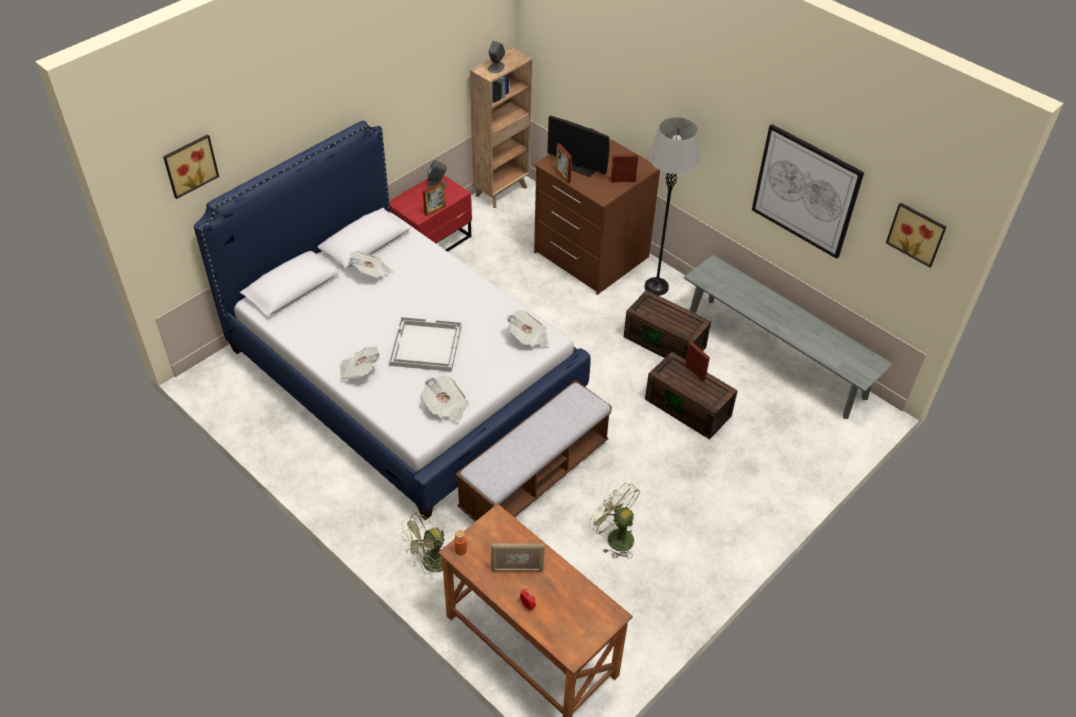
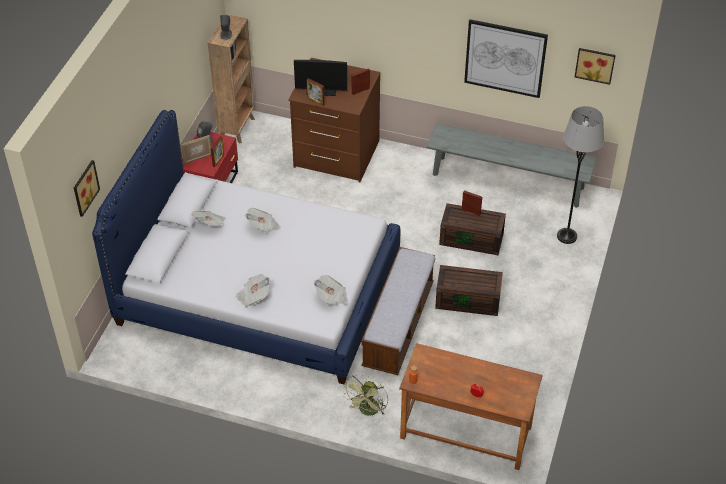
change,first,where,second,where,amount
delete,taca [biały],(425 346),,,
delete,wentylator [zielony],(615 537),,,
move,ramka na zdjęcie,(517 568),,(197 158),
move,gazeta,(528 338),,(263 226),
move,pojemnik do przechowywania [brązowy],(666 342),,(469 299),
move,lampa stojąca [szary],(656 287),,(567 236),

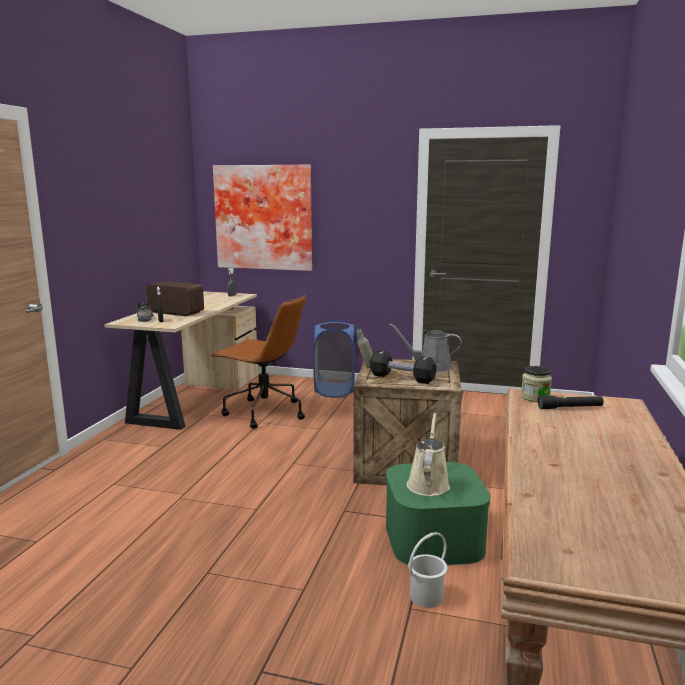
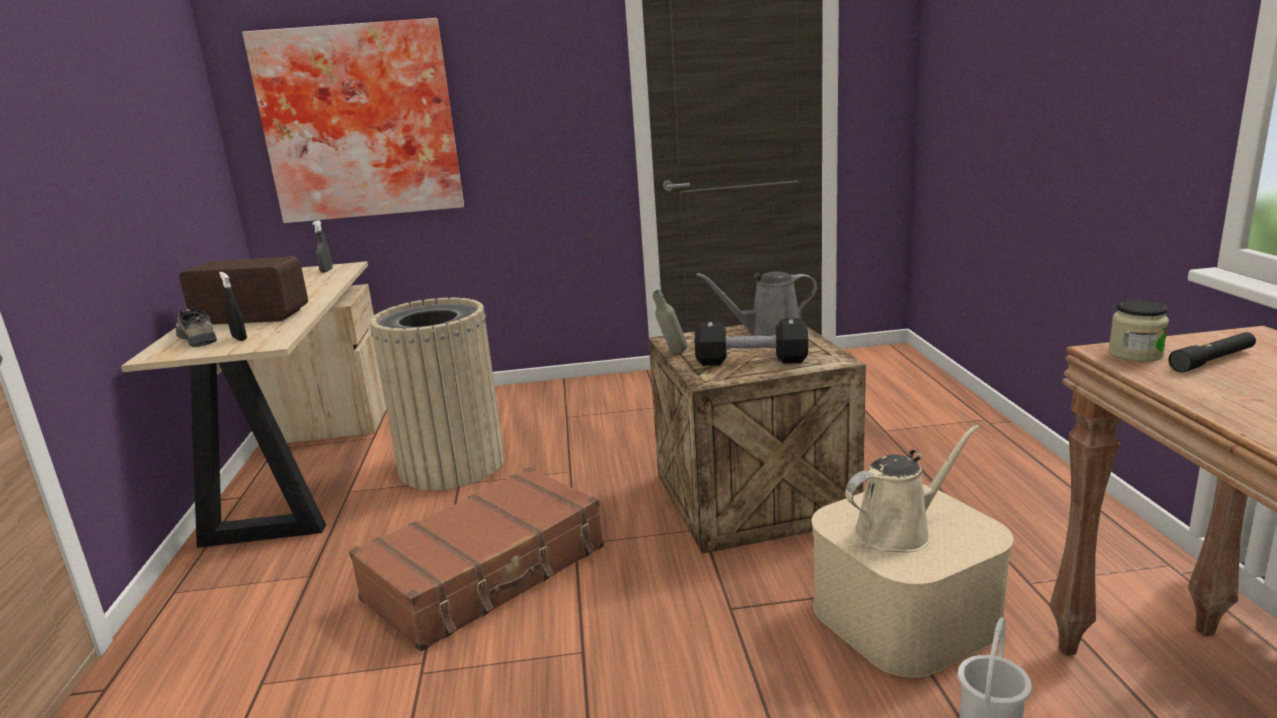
change,first,where,second,where,amount
delete,kosz na pranie [niebieski],(334 390),,,
insert,,,walizka [brązowy],(487 574),
replace,krzesło biurowe [brązowy],(263 413),kosz na śmieci [beżowy],(452 465),
recolor,pojemnik do przechowywania [zielony],(433 538),pojemnik do przechowywania [beżowy],(904 615),
rotate,konewka [beżowy],(428 483),,(899 531),75 degrees clockwise

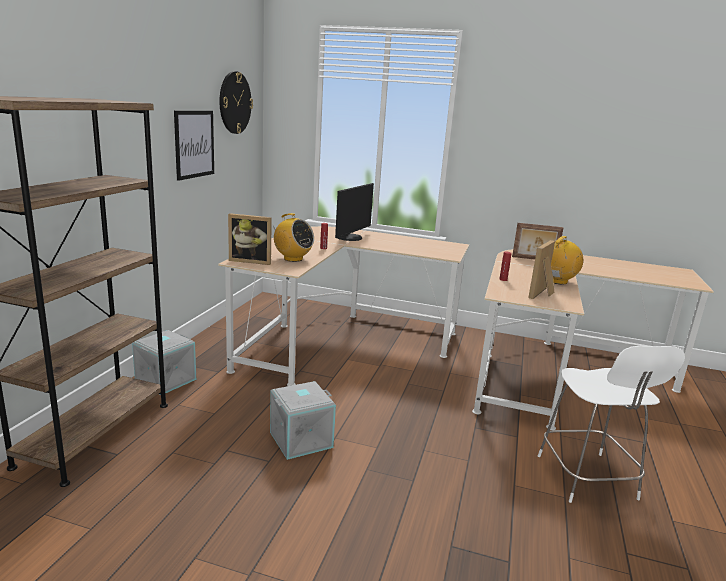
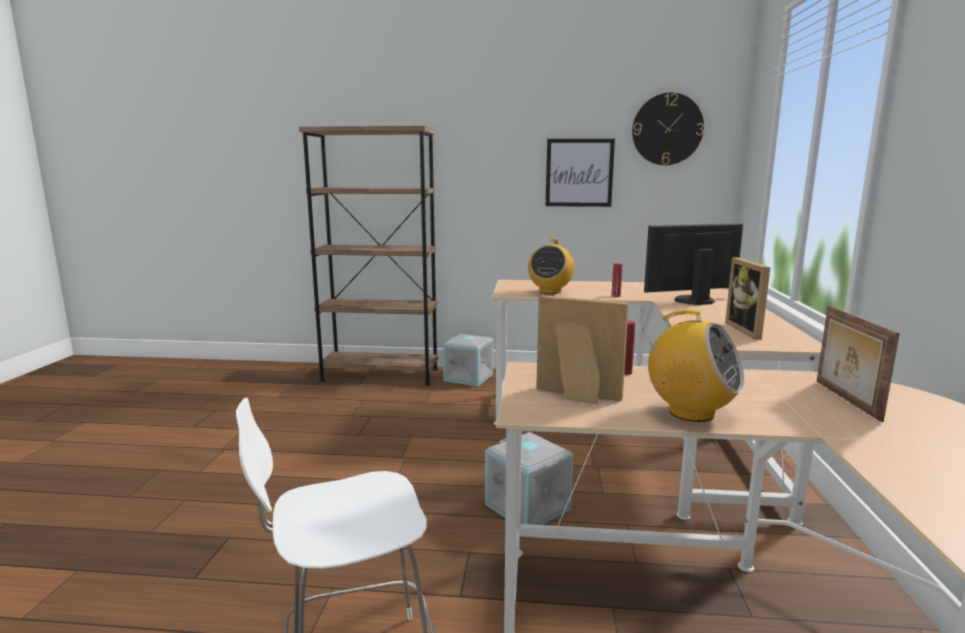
change,first,where,second,where,amount
move,ramka na zdjęcie,(251 261),,(749 330),
move,pojemnik do przechowywania [szary],(301 439),,(529 506),
rotate,monitor,(350 238),,(693 300),150 degrees clockwise

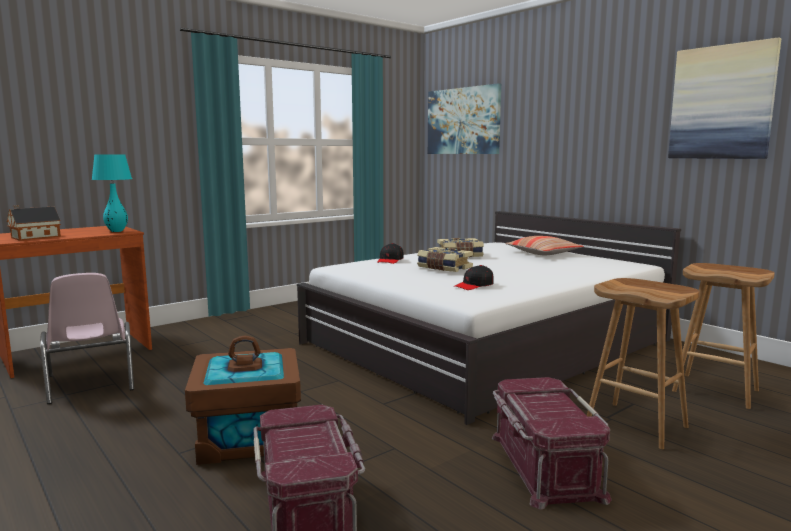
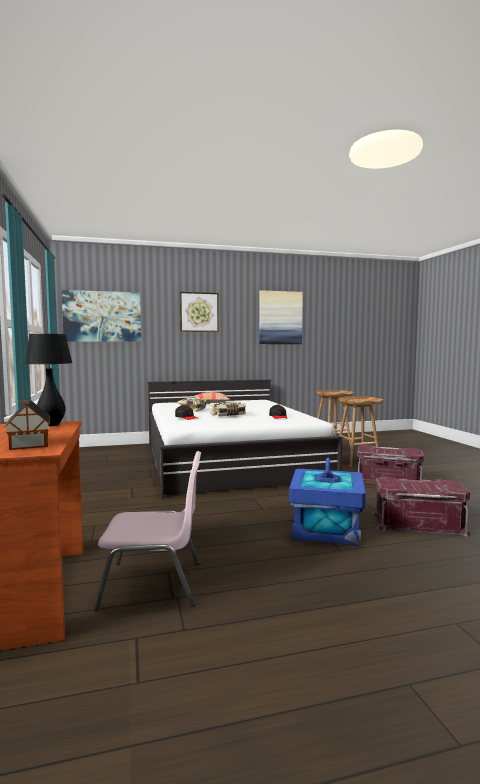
change,first,where,second,where,amount
insert,,,obraz,(199 312),
recolor,lampa stołowa [turkusowy],(117 231),lampa stołowa [czarny],(52 425),
recolor,pojemnik do przechowywania [brązowy],(248 437),pojemnik do przechowywania [niebieski],(327 529),

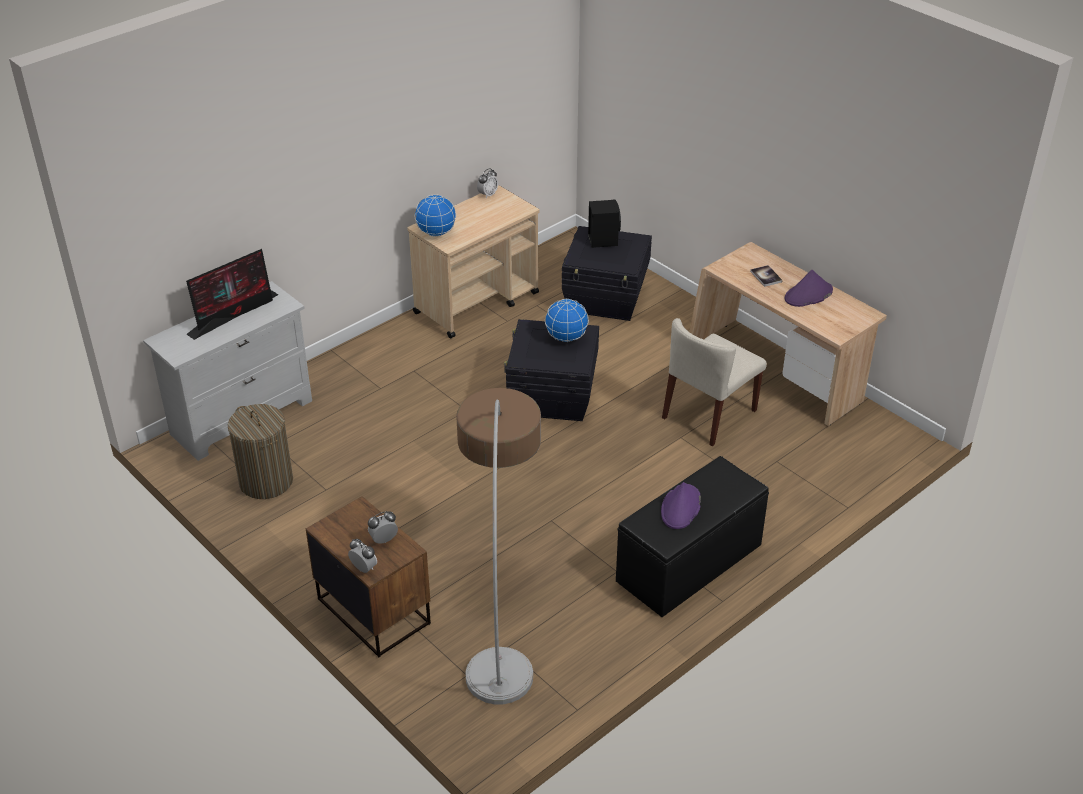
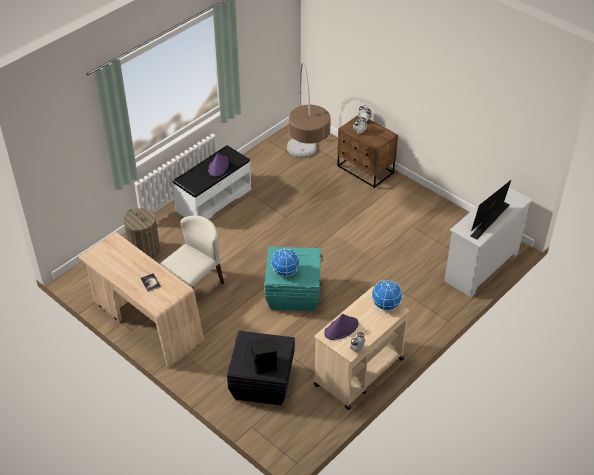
change,first,where,second,where,amount
move,kosz na pranie,(266 481),,(144 251),
move,kapelusz [fioletowy],(808 295),,(341 328),
recolor,pojemnik do przechowywania [czarny],(552 397),pojemnik do przechowywania [turkusowy],(293 293),
recolor,ławka [czarny],(690 563),ławka [biały],(213 200),

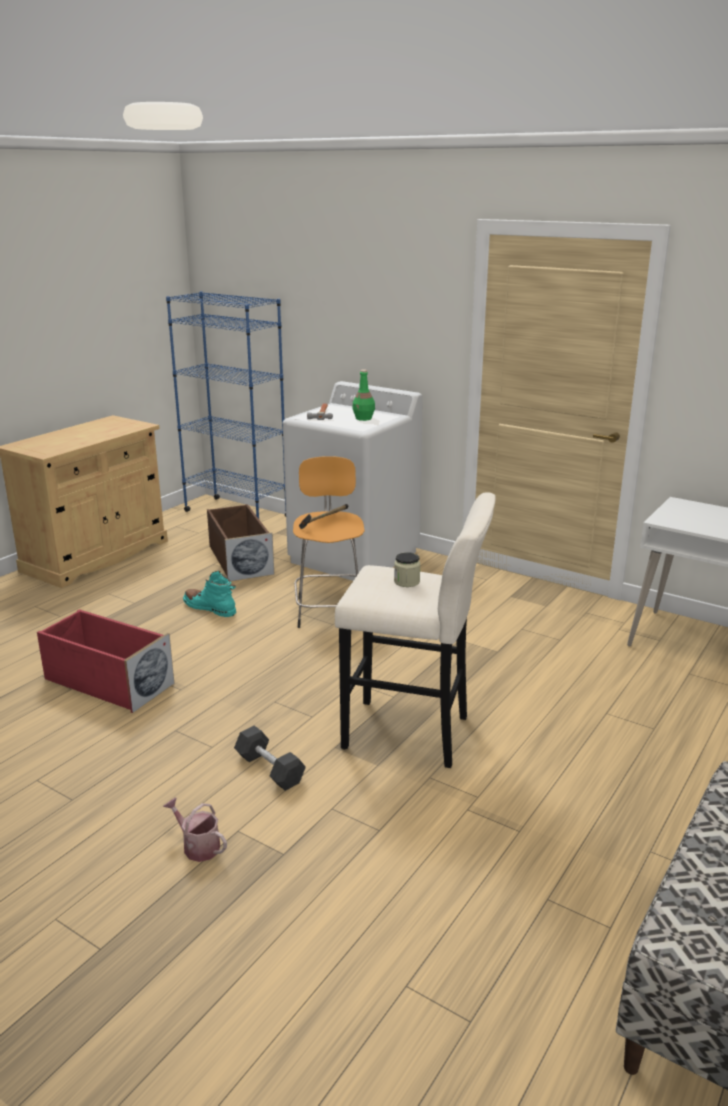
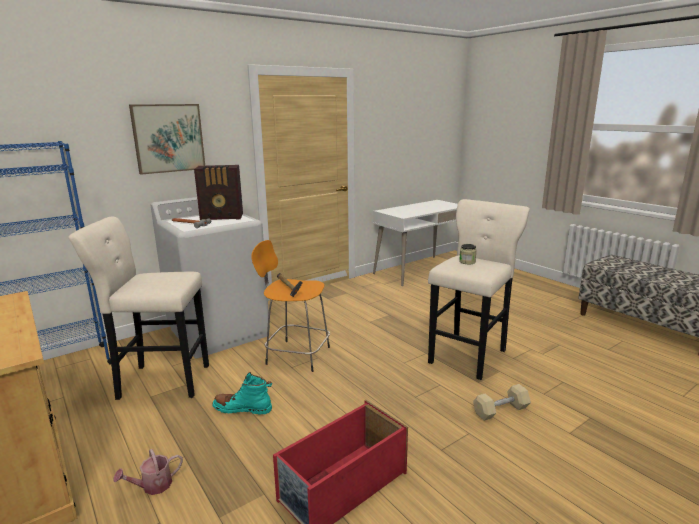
change,first,where,second,where,amount
insert,,,obraz,(168 138),
move,konewka,(198 846),,(152 486),
replace,pojemnik do przechowywania [brązowy],(239 560),stołek [beżowy],(160 381),
replace,butelka [zielony],(364 418),radio,(223 217),
recolor,hantel [czarny],(269 769),hantel [beżowy],(500 410),
rotate,but z cholewką [turkusowy],(210 608),,(243 409),45 degrees clockwise

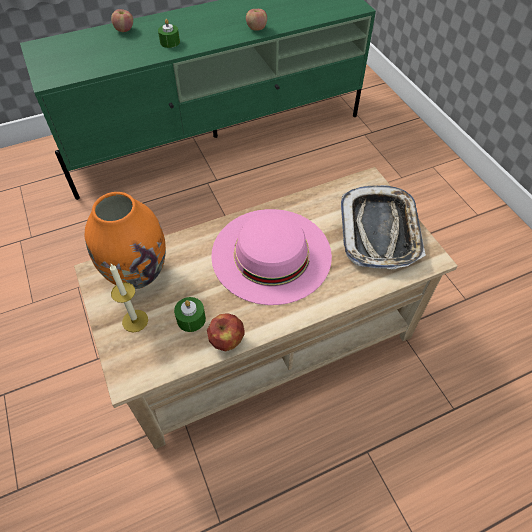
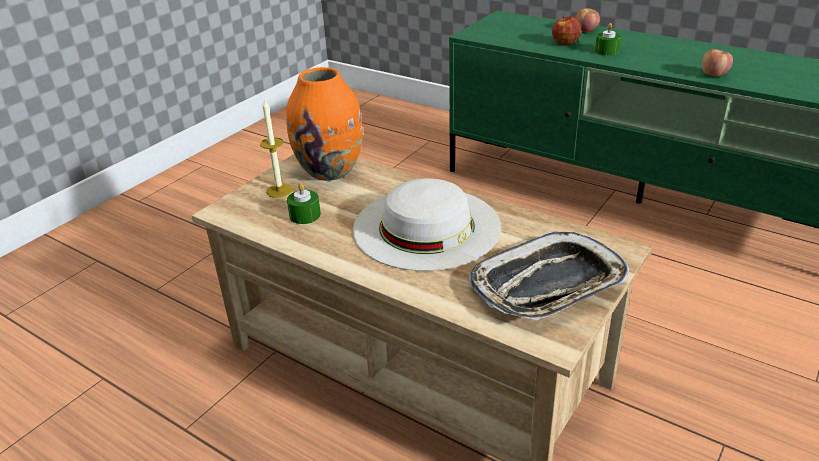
change,first,where,second,where,amount
move,jabłko,(227 340),,(565 43),
recolor,kapelusz [różowy],(271 254),kapelusz [biały],(427 227),

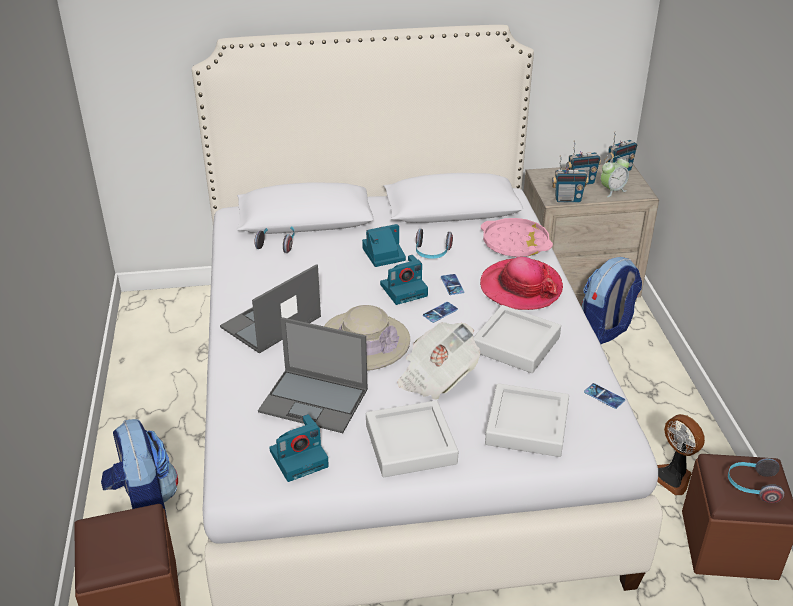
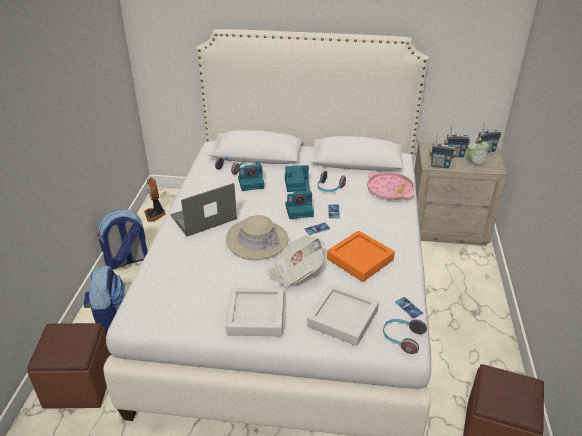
change,first,where,second,where,amount
delete,laptop,(315 400),,,
delete,kapelusz,(520 287),,,
move,aparat fotograficzny,(300 458),,(251 183),
move,plecak,(605 331),,(126 260),
move,wentylator,(672 476),,(155 214),
move,słuchawki,(752 486),,(402 338),
recolor,taca [szary],(515 344),taca [pomarańczowy],(360 259),

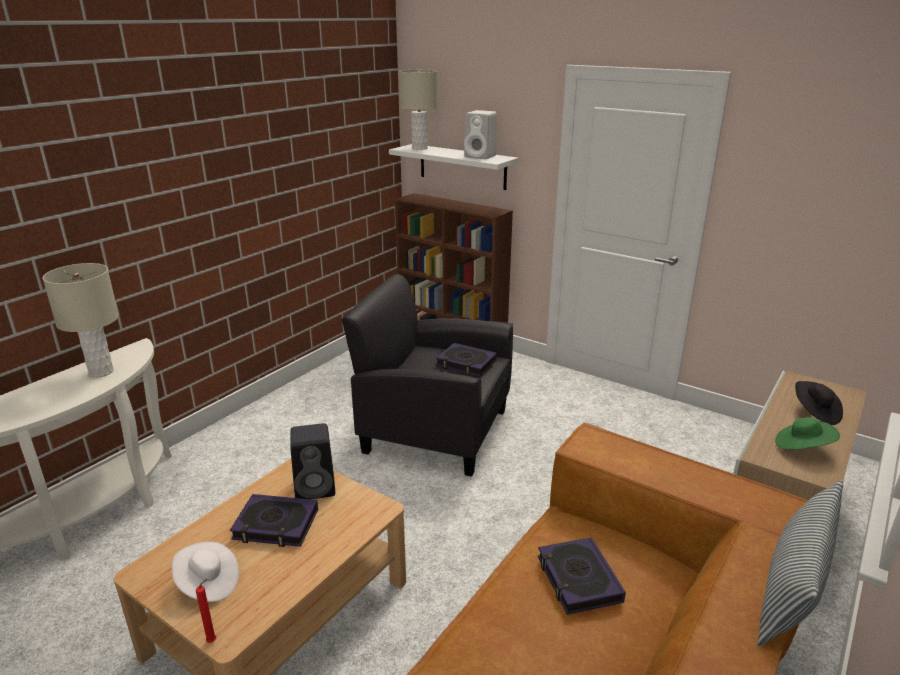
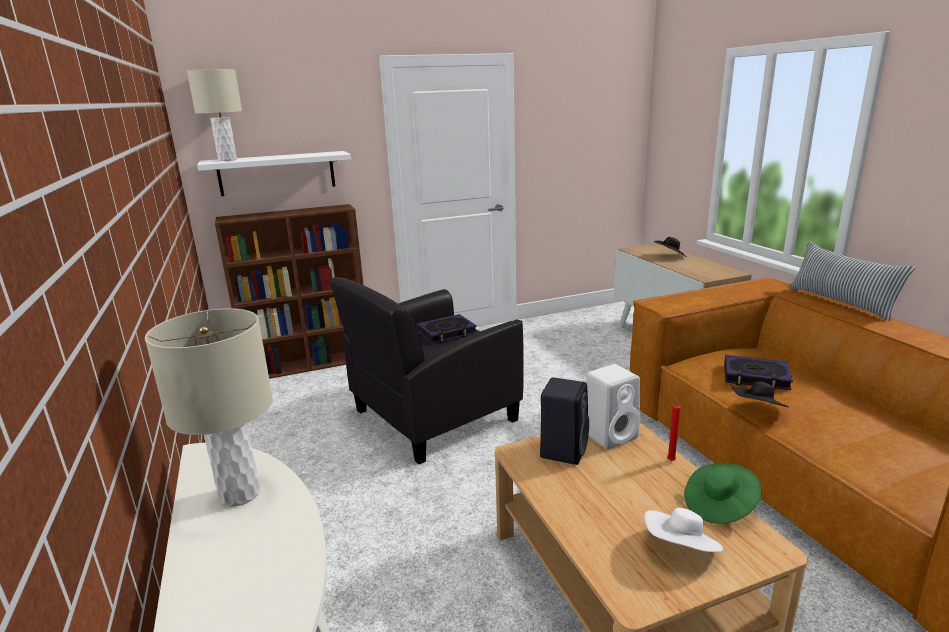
change,first,where,second,where,amount
delete,książka,(276 525),,,
insert,,,kapelusz [czarny],(758 410),
move,świeca [czerwony],(213 641),,(670 460),
move,głośnik [biały],(481 156),,(611 435),
move,kapelusz [zielony],(802 447),,(719 506),

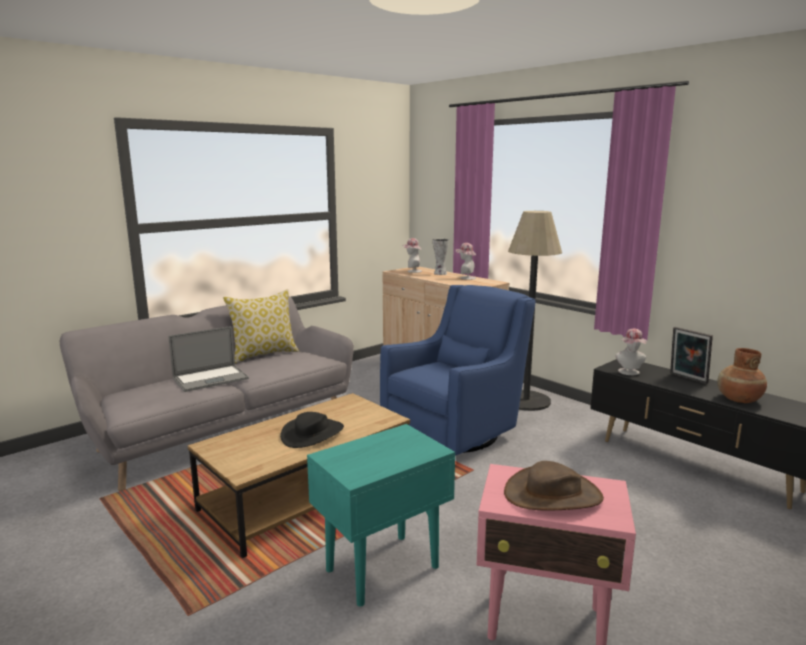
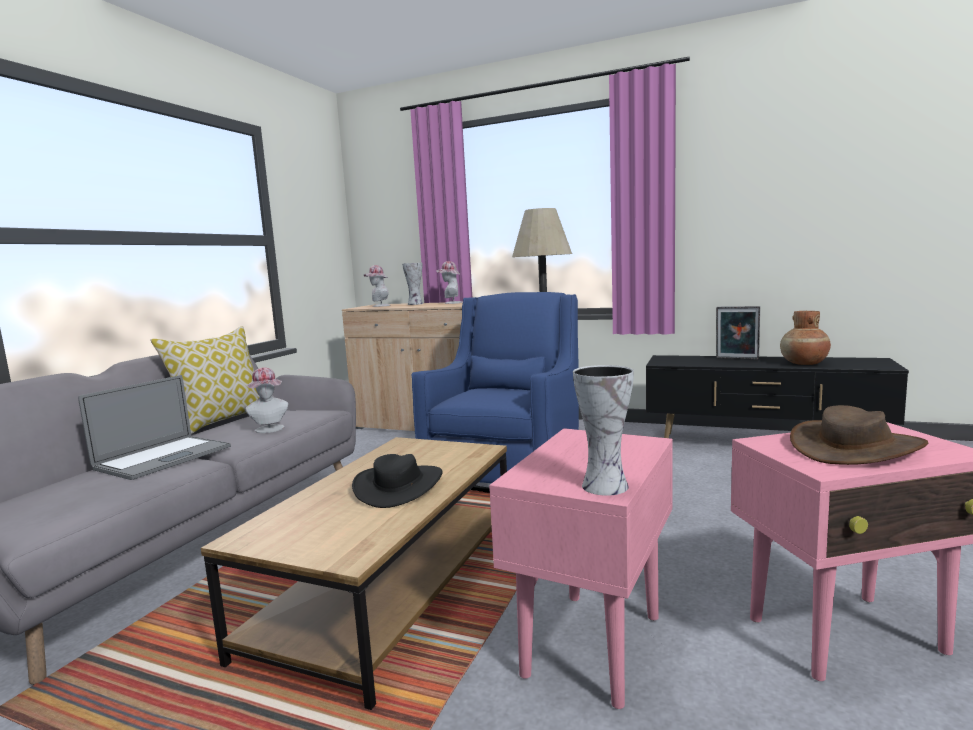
change,first,where,second,where,amount
insert,,,wazon,(603 485),
move,kapelusz,(630 372),,(270 430),
recolor,stolik [turkusowy],(381 569),stolik [różowy],(592 646),

